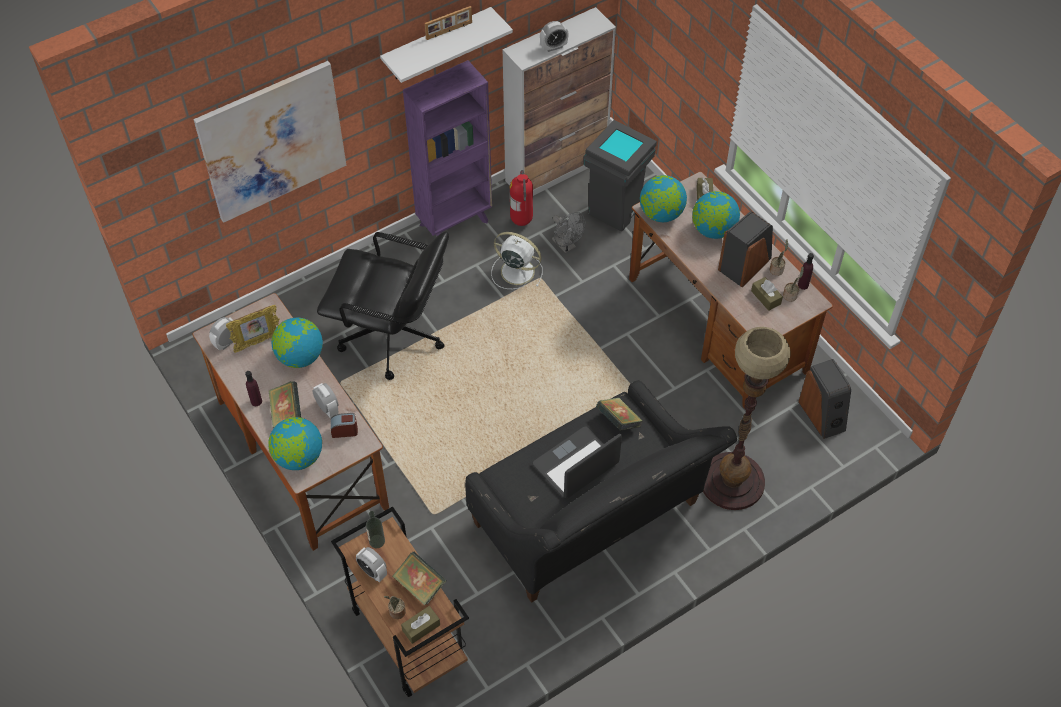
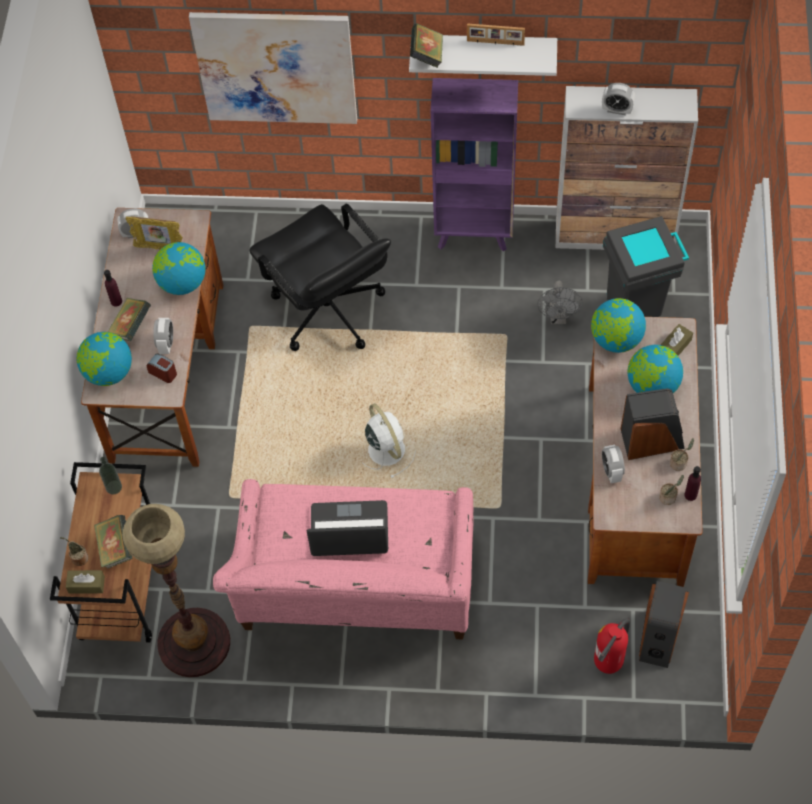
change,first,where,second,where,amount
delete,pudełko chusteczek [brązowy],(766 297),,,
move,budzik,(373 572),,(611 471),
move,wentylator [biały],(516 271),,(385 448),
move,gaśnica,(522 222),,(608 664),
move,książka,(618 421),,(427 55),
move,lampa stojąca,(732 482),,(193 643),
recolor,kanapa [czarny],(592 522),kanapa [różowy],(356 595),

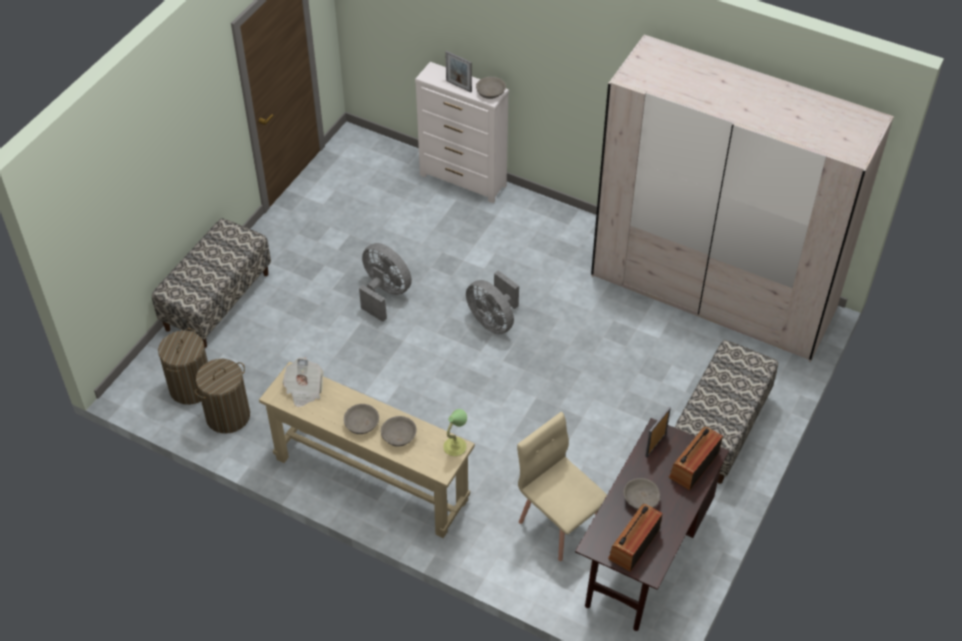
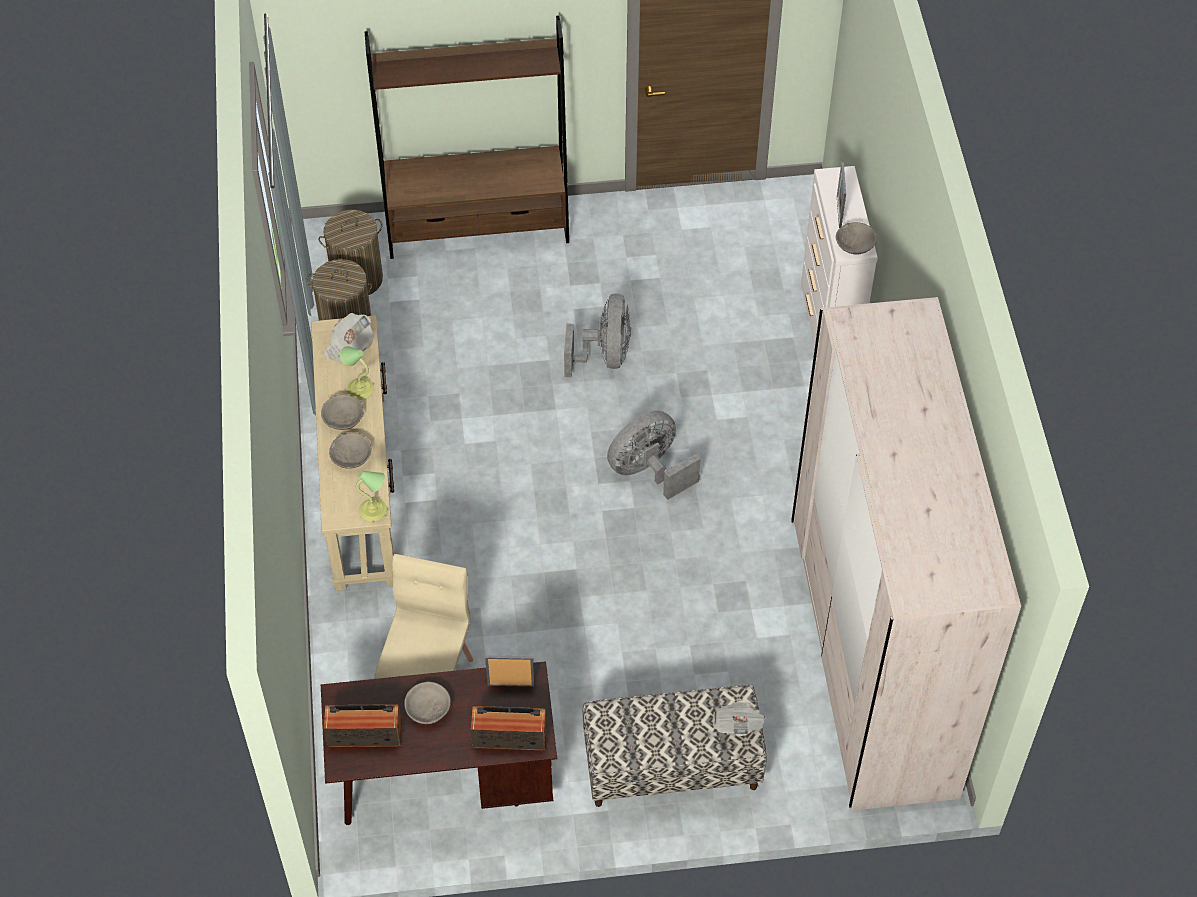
change,first,where,second,where,amount
insert,,,lampa stołowa,(359 388),
insert,,,gazeta,(737 724),
replace,ławka,(217 301),regał [brązowy],(478 229),
rotate,wentylator [szary],(493 321),,(649 471),45 degrees clockwise

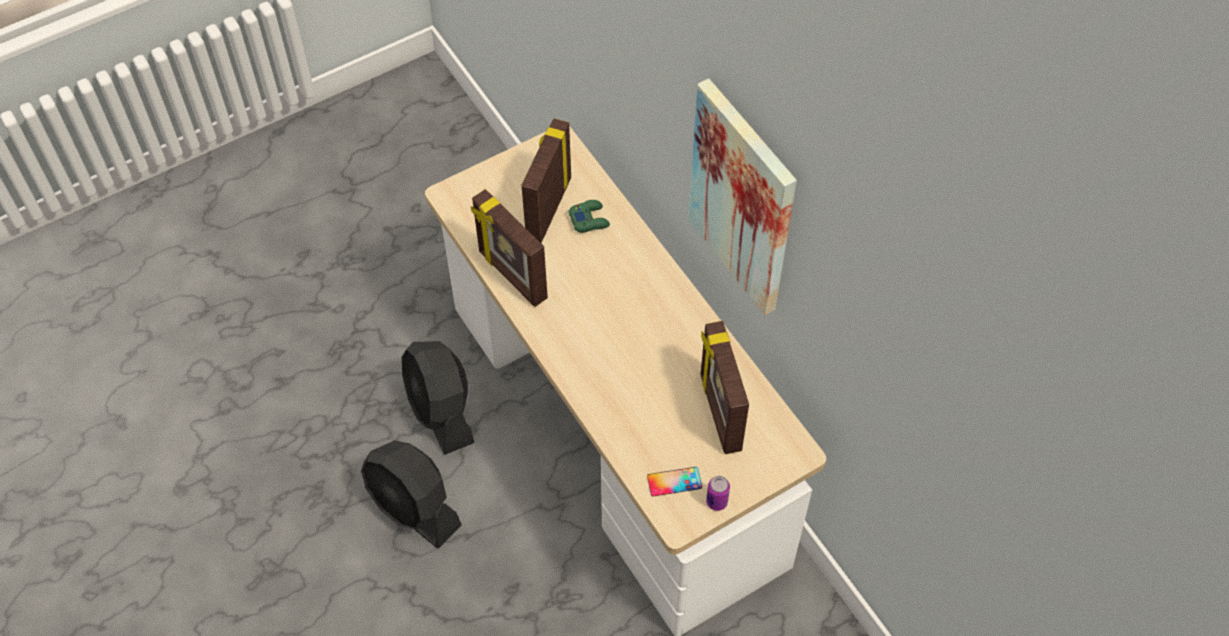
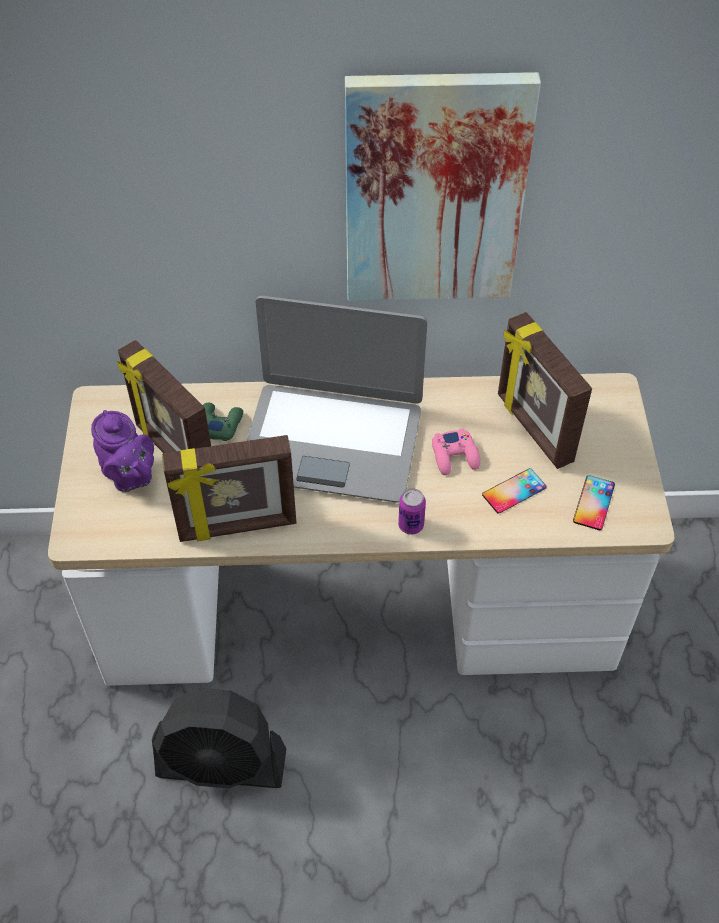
change,first,where,second,where,amount
delete,wentylator [czarny],(413 508),,,
insert,,,imbryk [fioletowy],(129 476),
insert,,,laptop,(332 441),
insert,,,pad do gier [różowy],(455 456),
insert,,,telefon,(514 491),
move,puszka,(716 502),,(411 525),
rotate,ramka na zdjęcie,(719 412),,(533 429),45 degrees clockwise

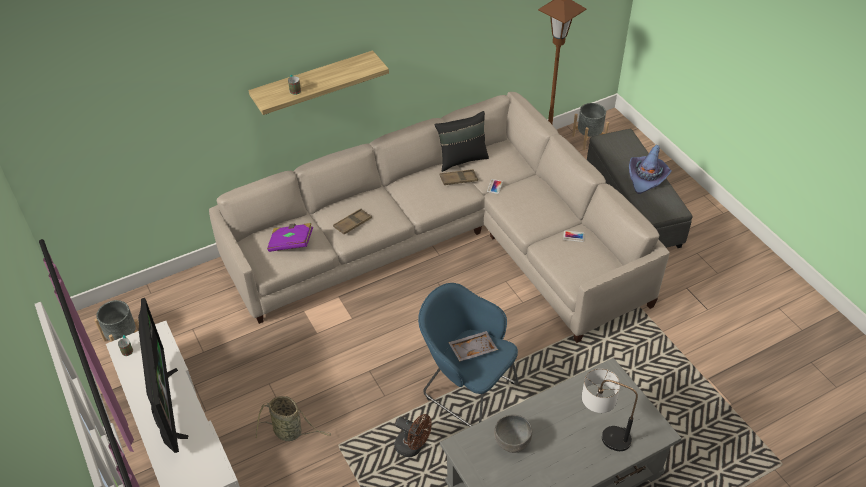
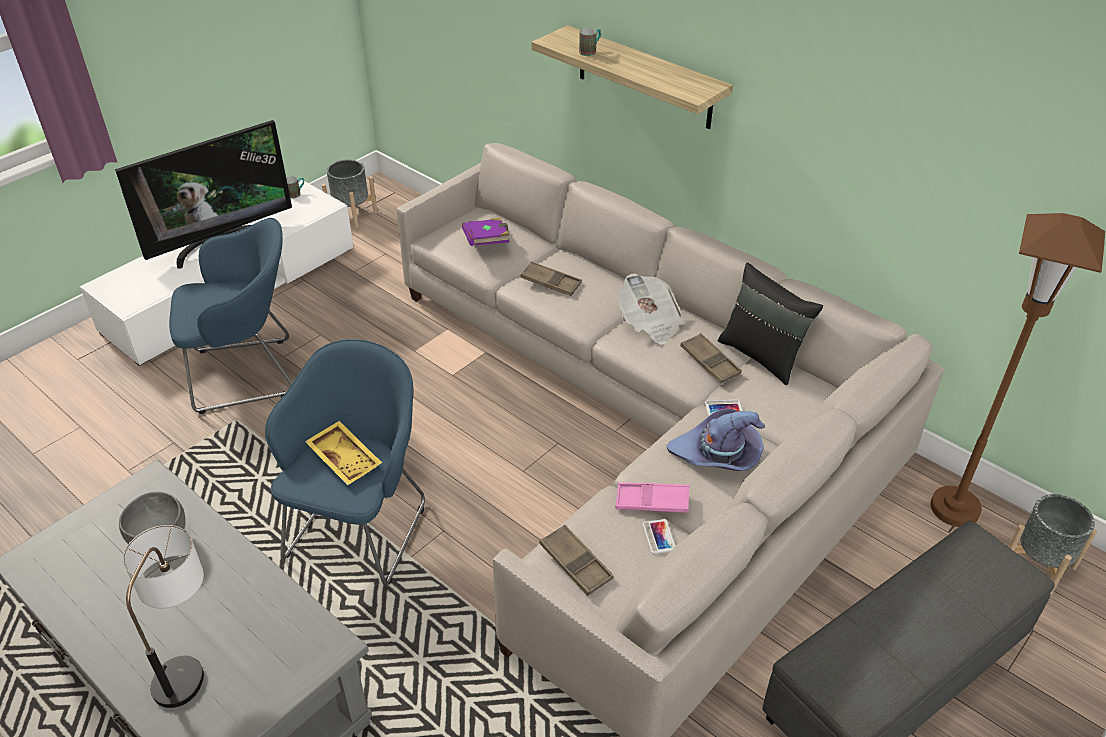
change,first,where,second,where,amount
delete,wentylator [brązowy],(413 447),,,
insert,,,taca [brązowy],(575 563),
insert,,,taca [różowy],(652 501),
insert,,,gazeta,(649 323),
move,kapelusz [fioletowy],(647 177),,(718 454),
replace,koszyk,(290 432),fotel [niebieski],(250 373),
recolor,taca [szary],(472 349),taca [żółty],(346 458),

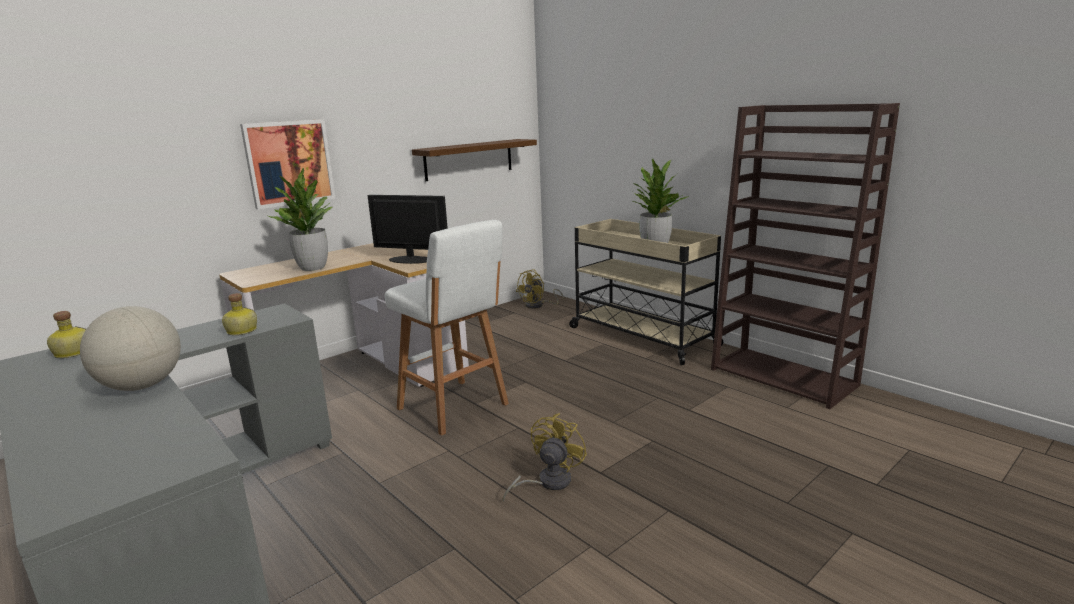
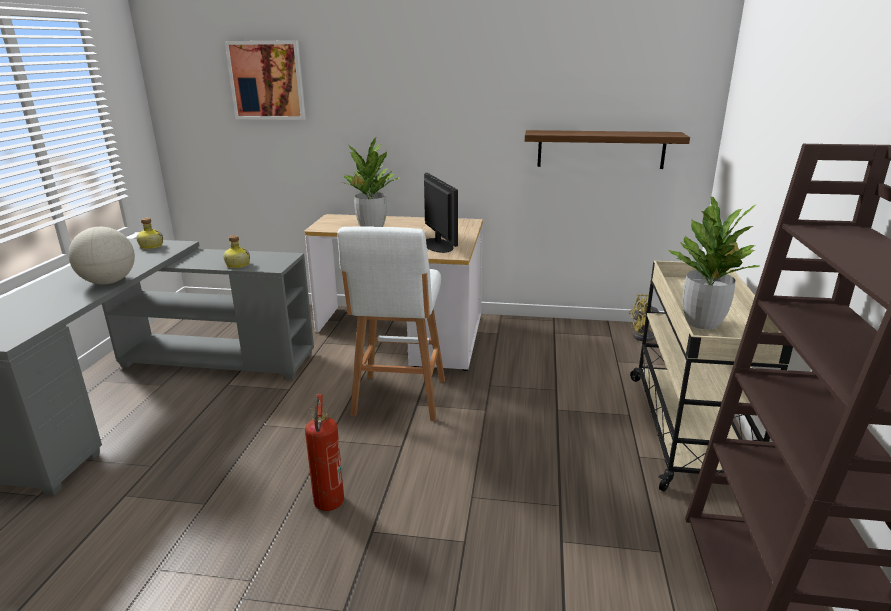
change,first,where,second,where,amount
move,obraz,(289 163),,(267 80),
replace,wentylator [żółty],(547 482),gaśnica,(328 507),

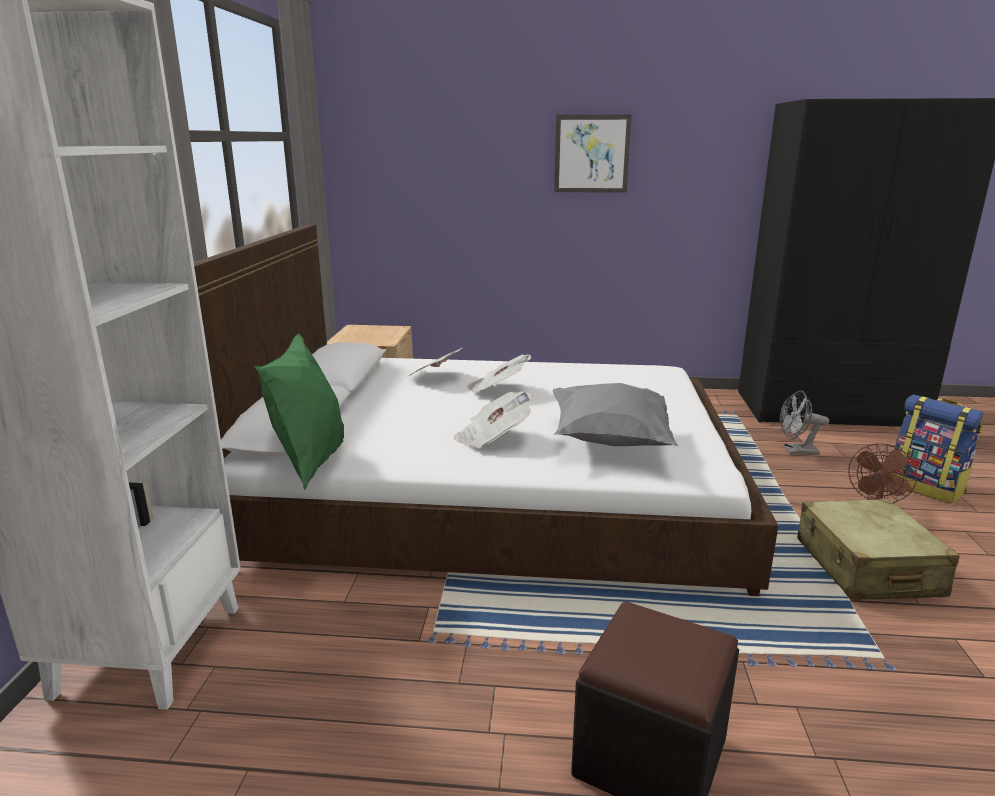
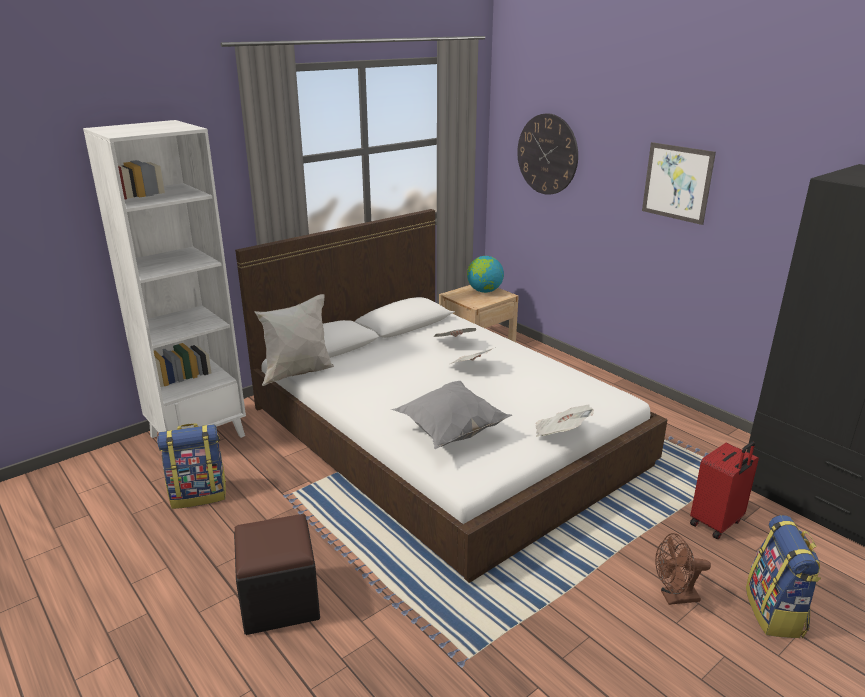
change,first,where,second,where,amount
delete,walizka [beżowy],(867 567),,,
insert,,,plecak,(199 495),
insert,,,globus,(484 291),
insert,,,zegar ścienny,(547 154),
move,gazeta,(493 438),,(560 433),
replace,wentylator [szary],(795 451),walizka [czerwony],(717 523),
recolor,poduszka [zielony],(310 464),poduszka [biały],(298 373),

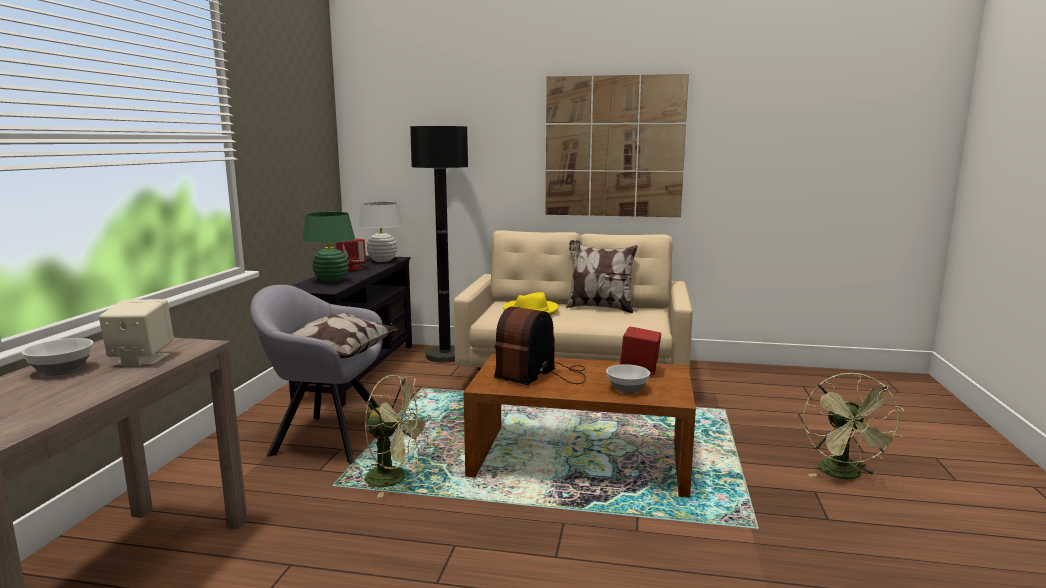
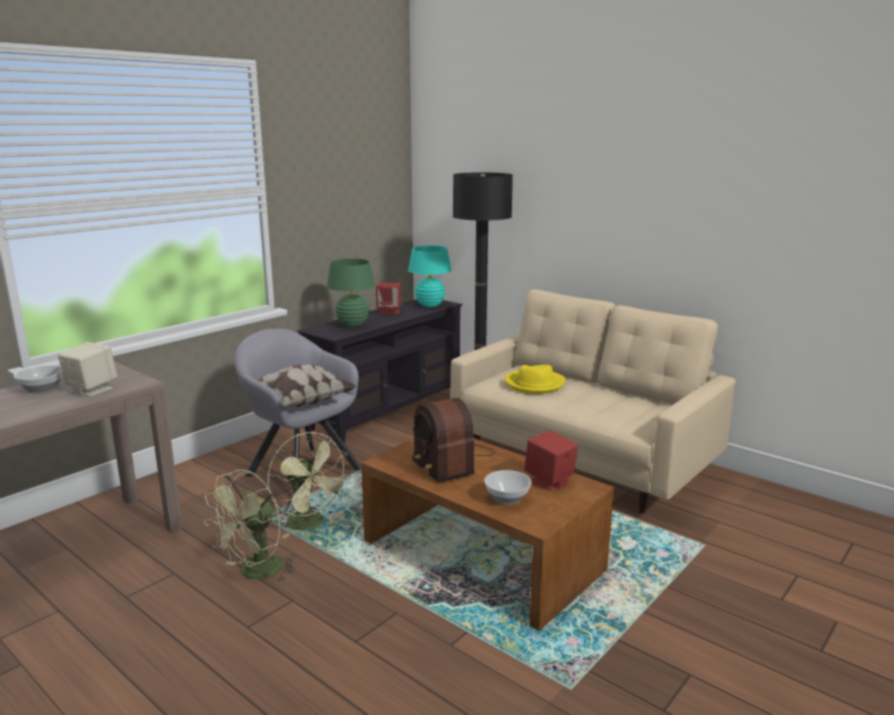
change,first,where,second,where,amount
delete,obraz,(614 147),,,
delete,poduszka,(599 308),,,
move,wentylator [zielony],(844 475),,(255 573),
recolor,lampa stołowa [biały],(382 260),lampa stołowa [turkusowy],(430 305),
rotate,radio,(542 374),,(450 461),90 degrees counterclockwise

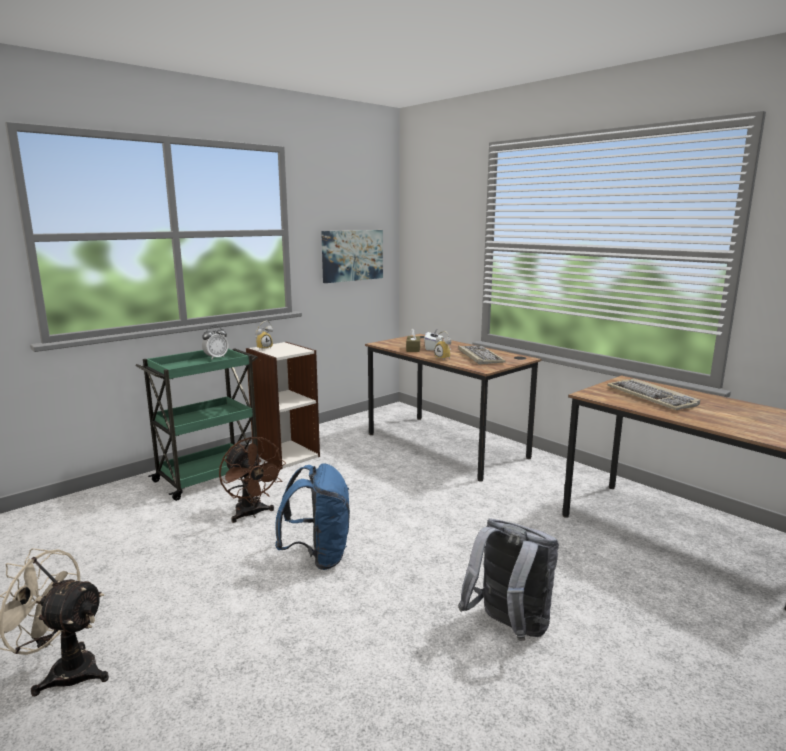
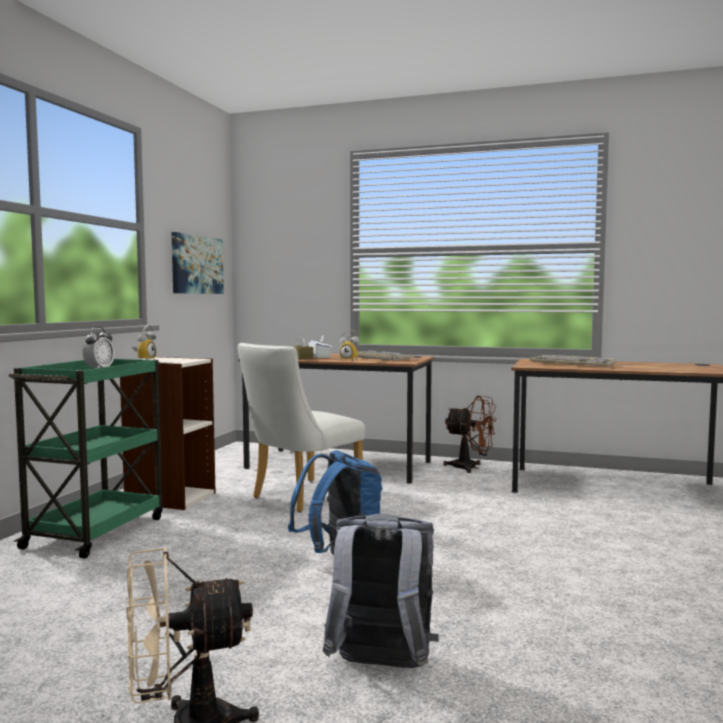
change,first,where,second,where,amount
insert,,,krzesło [biały],(300 497),
move,wentylator [brązowy],(252 514),,(471 468),
move,plecak [szary],(508 628),,(381 669),

